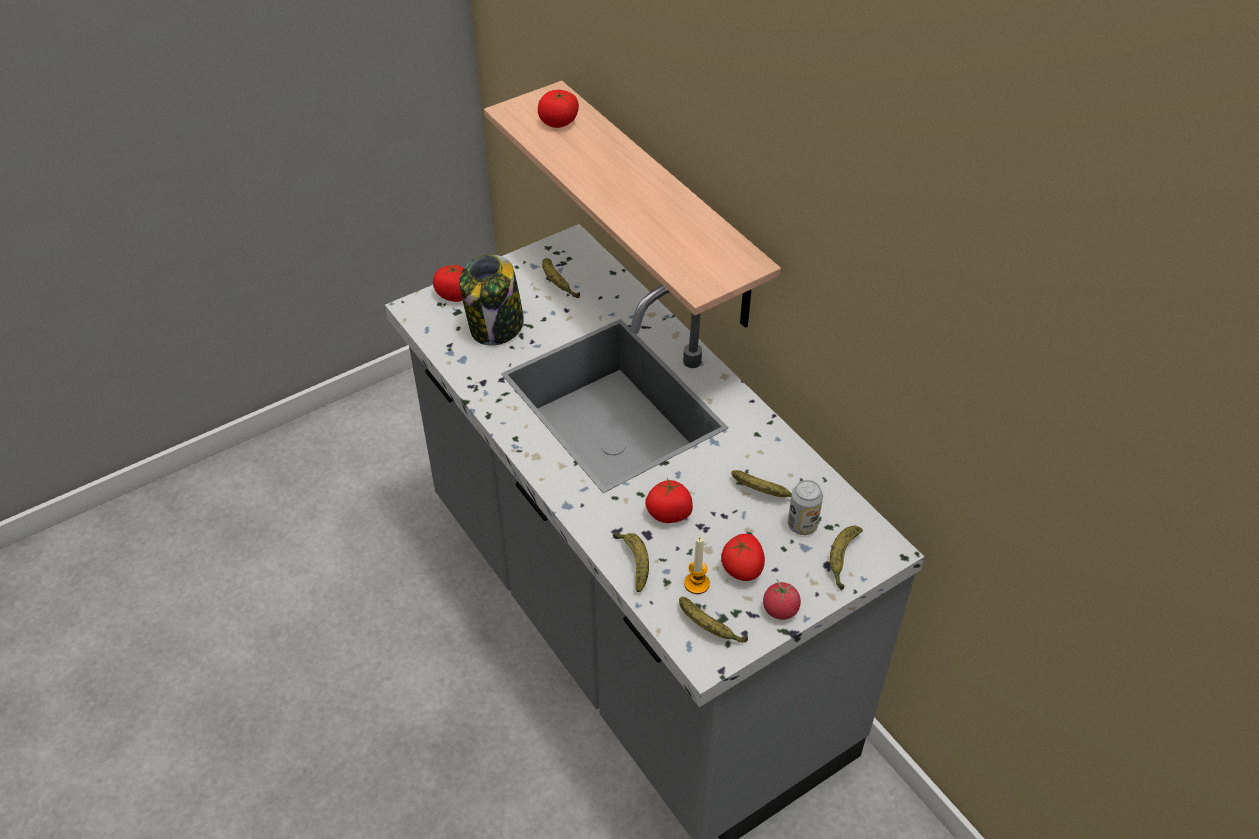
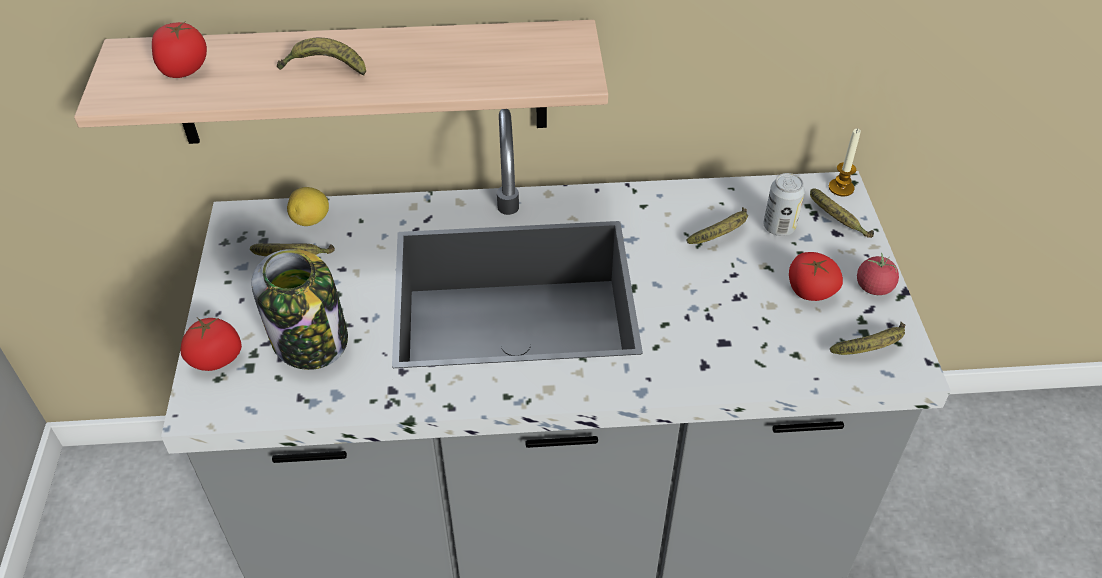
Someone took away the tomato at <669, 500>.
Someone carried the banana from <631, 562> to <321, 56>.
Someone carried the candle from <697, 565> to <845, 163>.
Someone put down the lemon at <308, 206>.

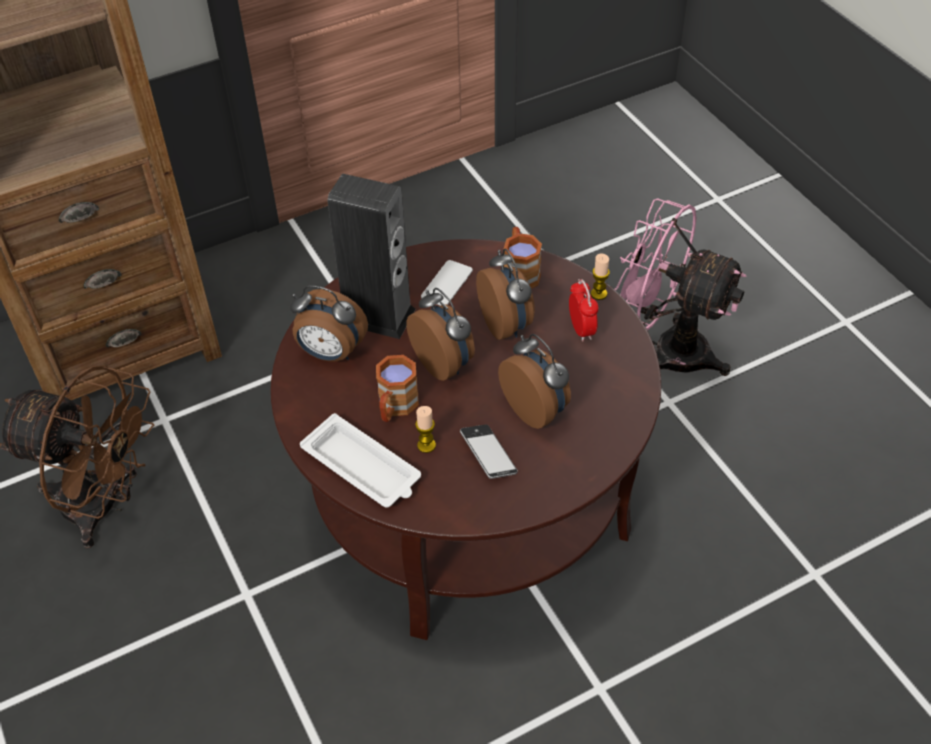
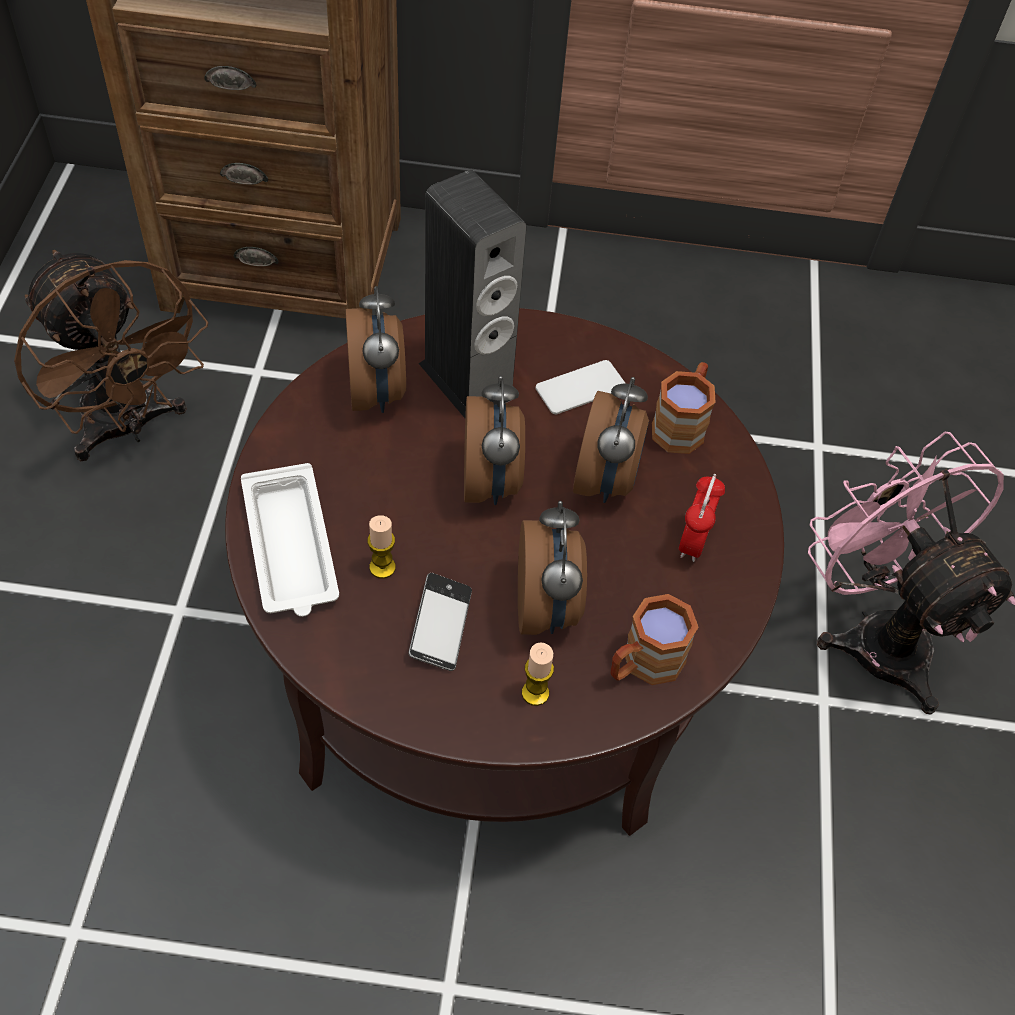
Someone carried the candle from <600, 276> to <538, 674>.
Someone rotated the alarm clock at <329, 323> by 150 degrees counterclockwise.
Someone carried the brown mug from <397, 388> to <654, 639>.

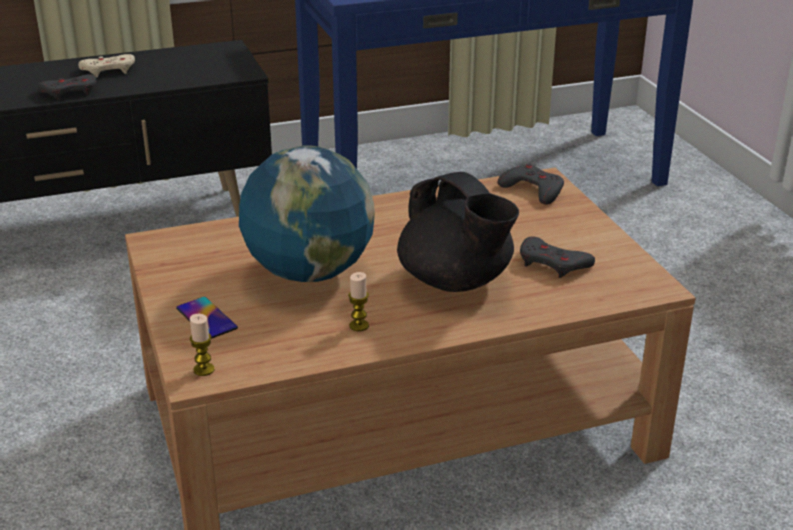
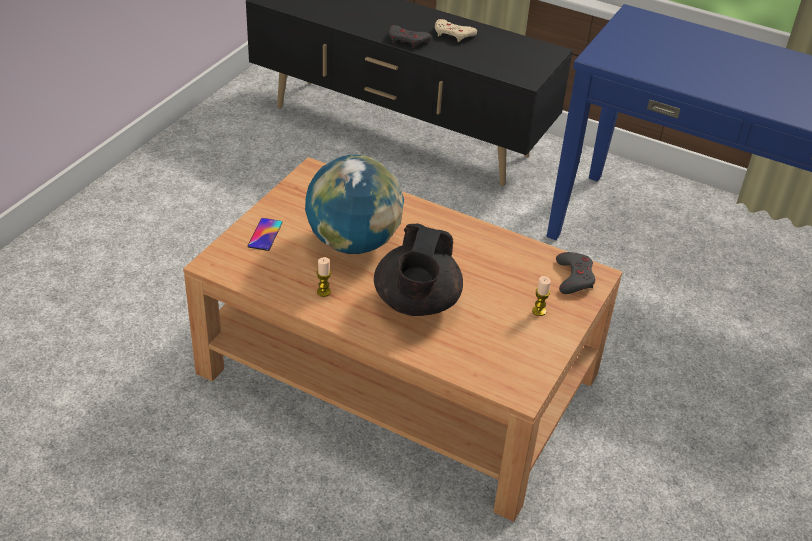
Someone took away the grey game controller at <557, 257>.
Someone carried the candle from <202, 345> to <541, 296>.

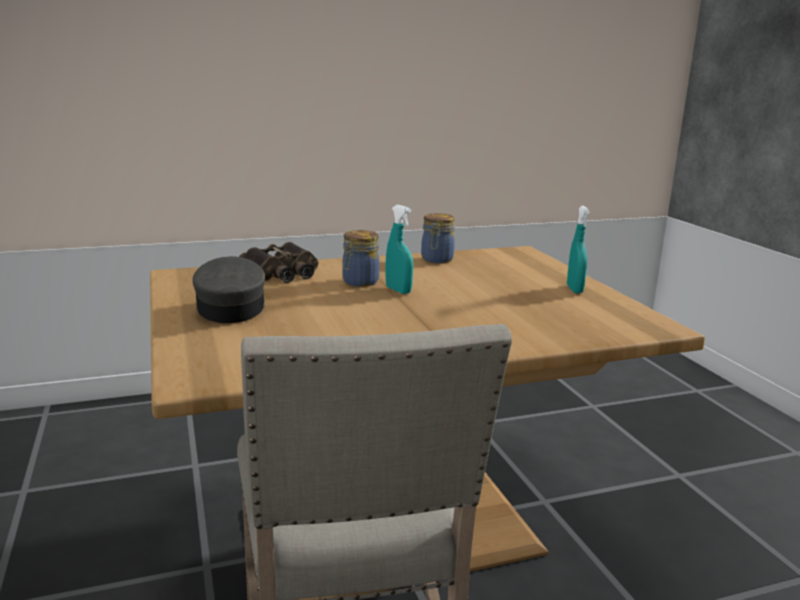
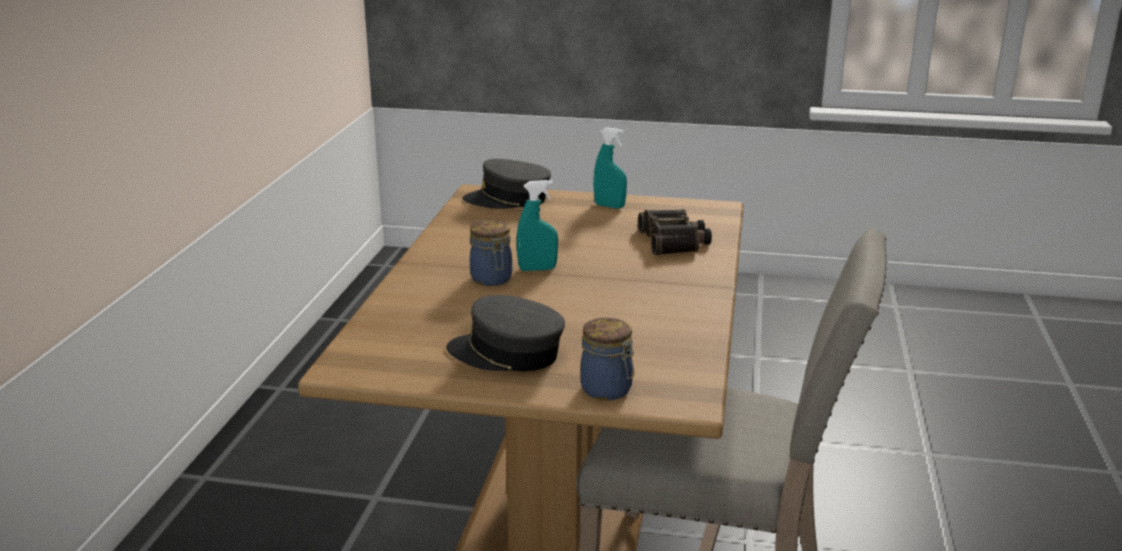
Someone carried the jar from <438, 238> to <607, 359>.
Someone carried the binoculars from <278, 262> to <675, 232>.
Someone put down the grey cap at <507, 184>.

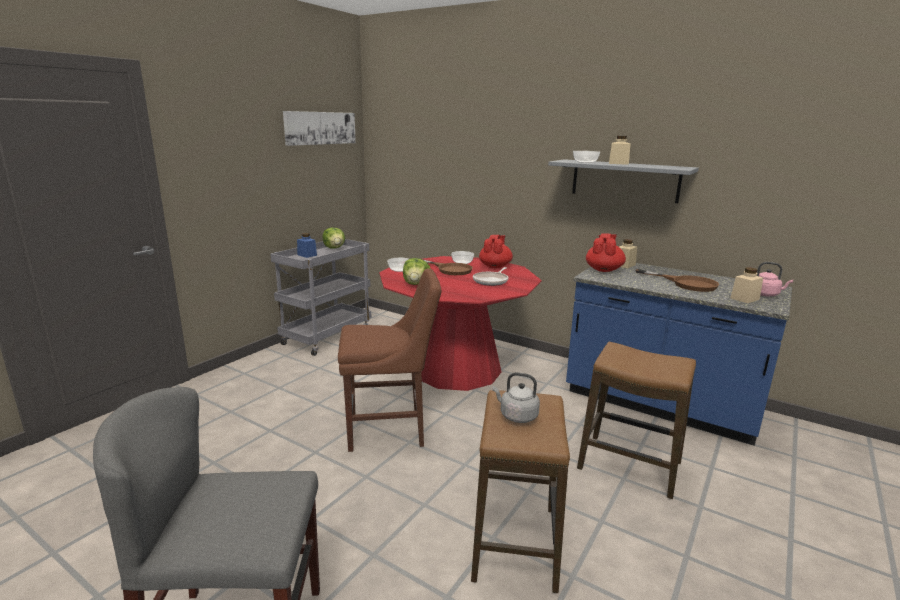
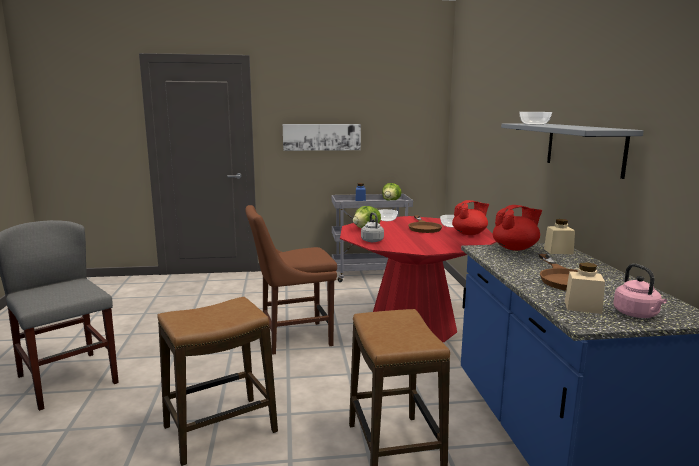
Someone carried the picture from <319, 128> to <322, 137>.
Someone took away the beige jar at <619, 150>.
Someone took away the frying pan at <490, 276>.
Someone rotated the brown chair at <389, 360> by 120 degrees clockwise.
Someone carried the grey kettle from <516, 397> to <372, 227>.

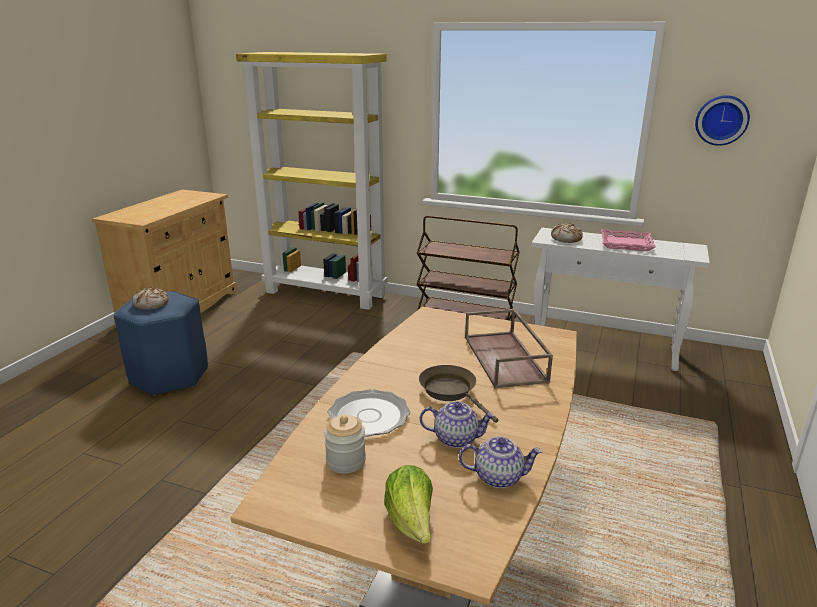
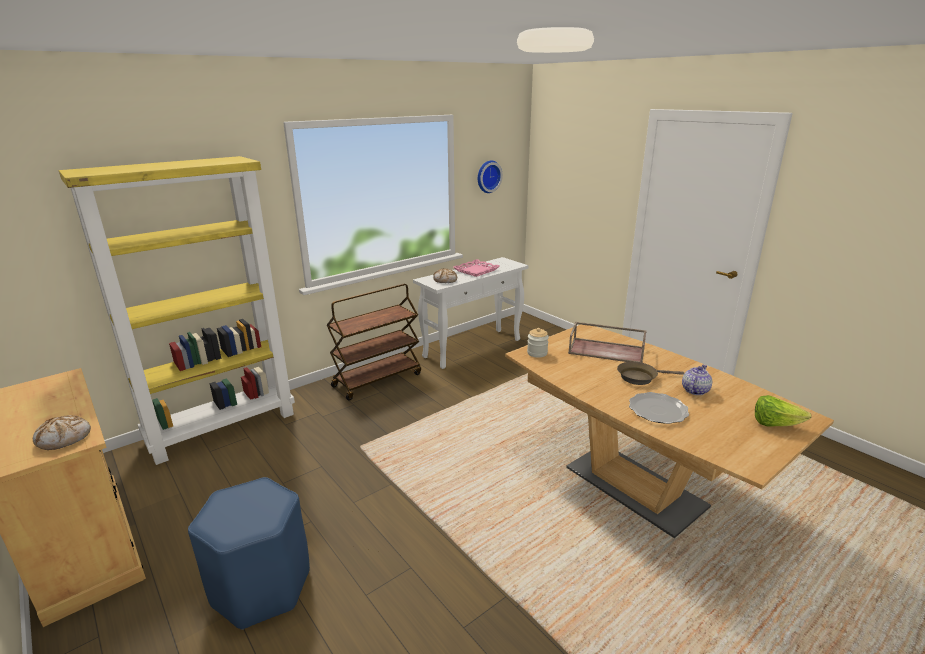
Someone carried the bread from <150, 298> to <62, 432>.
Someone carried the jar from <345, 444> to <538, 343>.
Someone took away the teapot at <500, 462>.

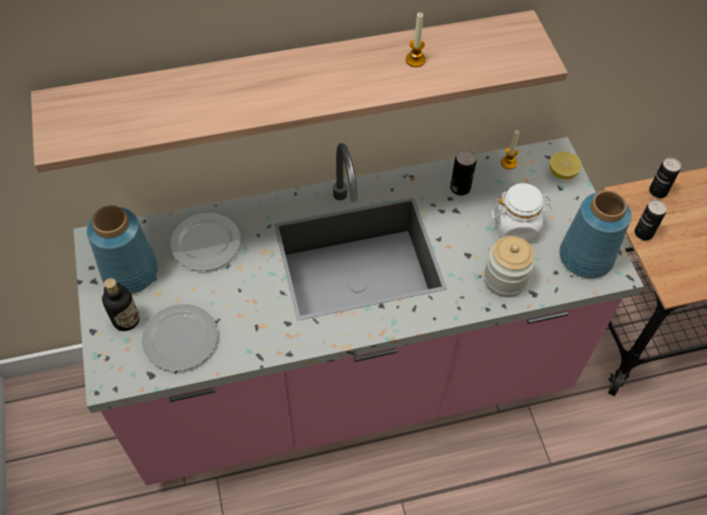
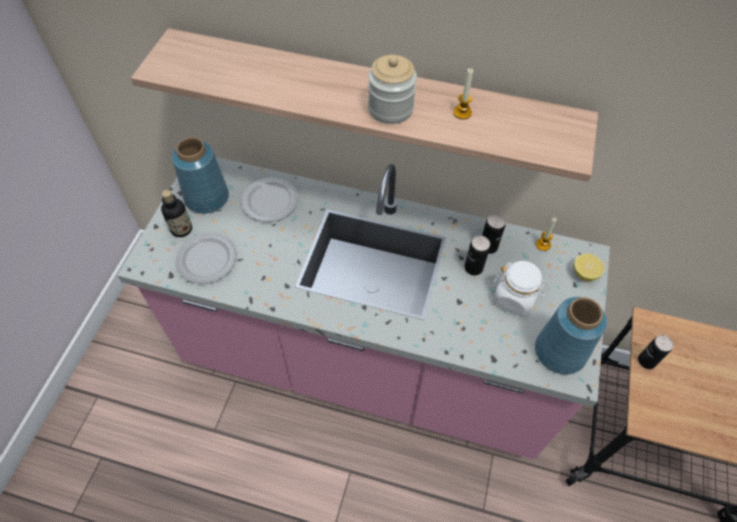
Someone carried the can from <665, 178> to <477, 255>.
Someone carried the jar from <509, 266> to <392, 89>.

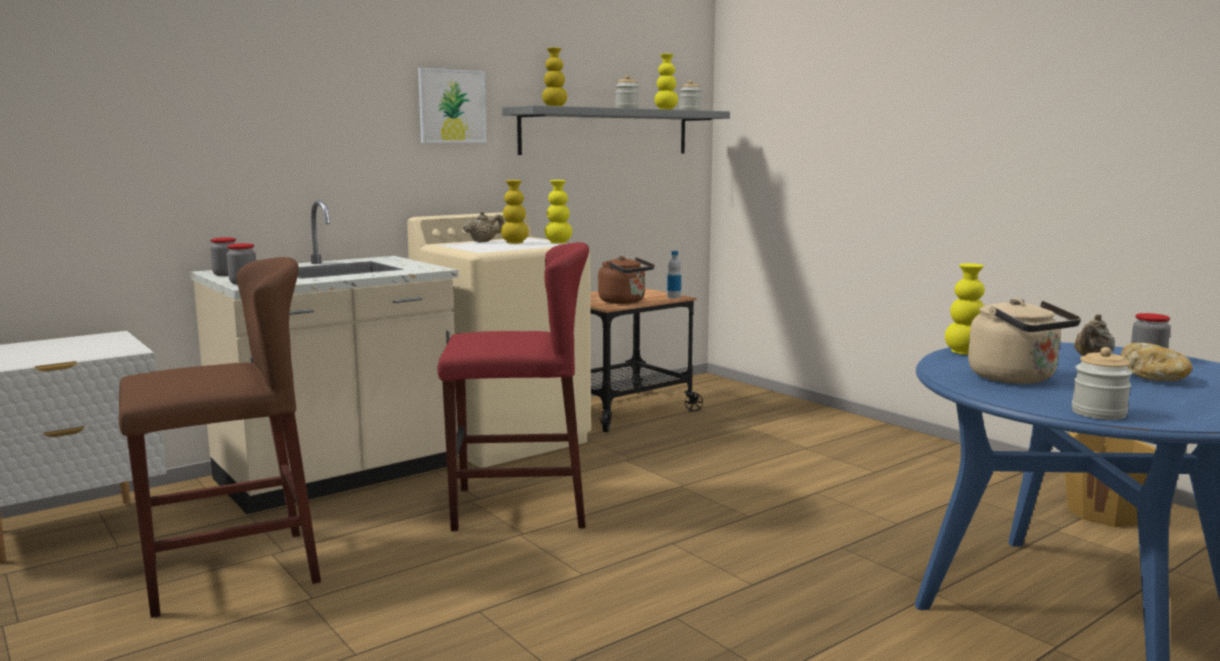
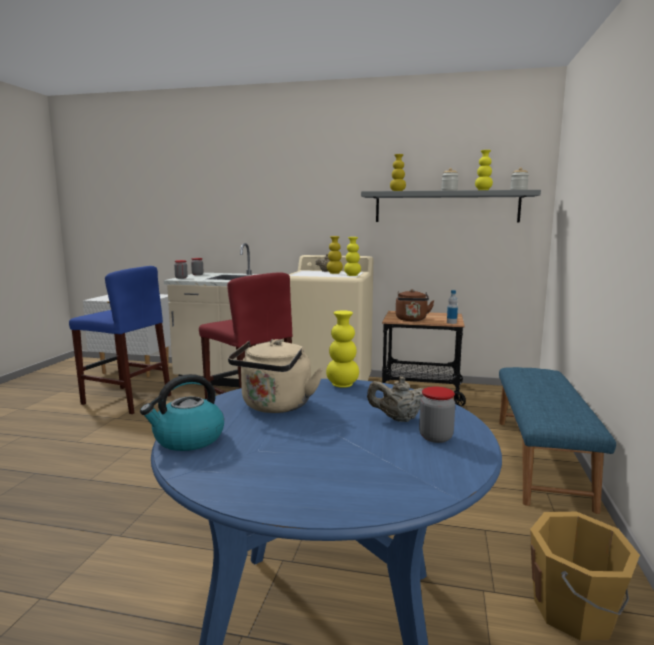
Someone took away the picture at <452, 105>.
Someone repainted the brown stool at <220, 437>, which became the blue stool at <120, 340>.
Someone took away the bread at <1156, 362>.
Someone swapped the jar at <1102, 383> for the kettle at <182, 412>.
Someone put down the blue bench at <557, 440>.

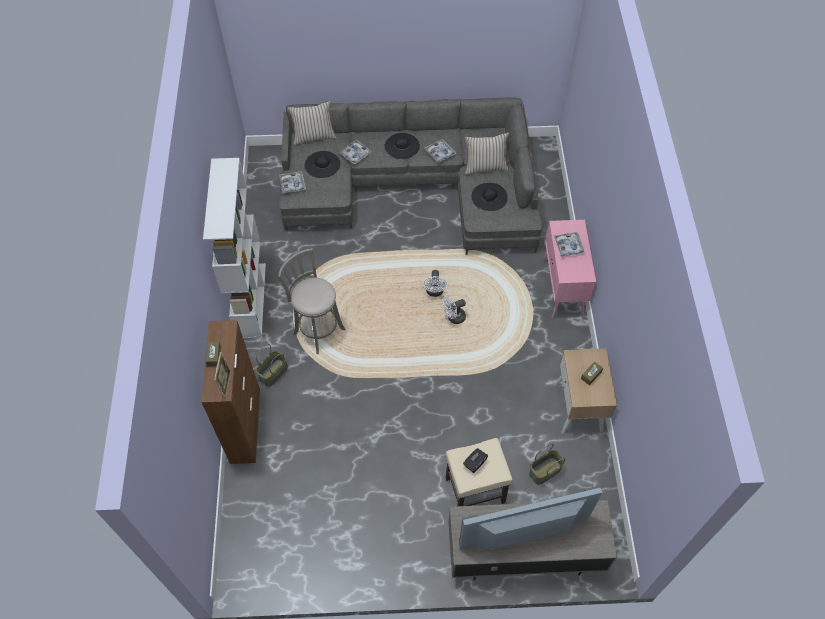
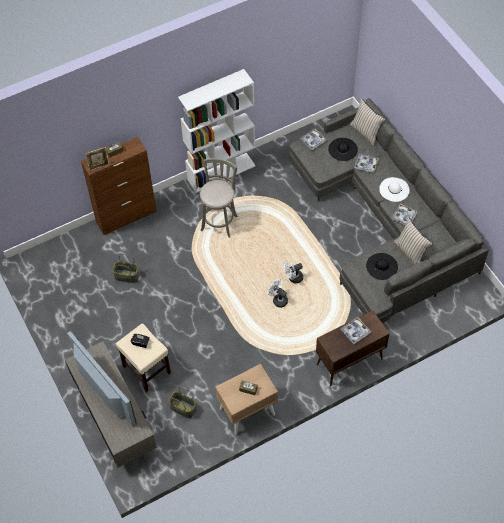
Someone repainted the black hat at <402, 146>, which became the white hat at <394, 189>.
Someone repainted the pink cabinet at <569, 269>, which became the brown cabinet at <353, 348>.
Someone carried the basket from <272, 365> to <125, 268>.

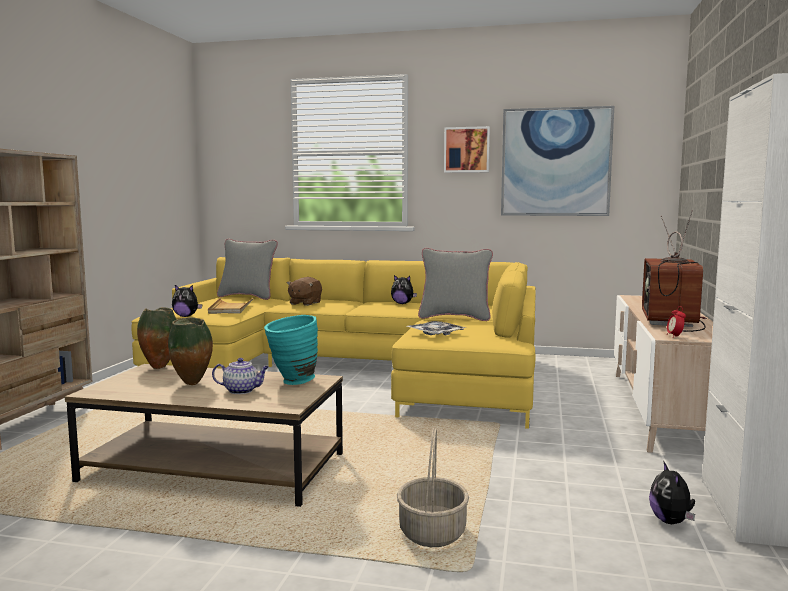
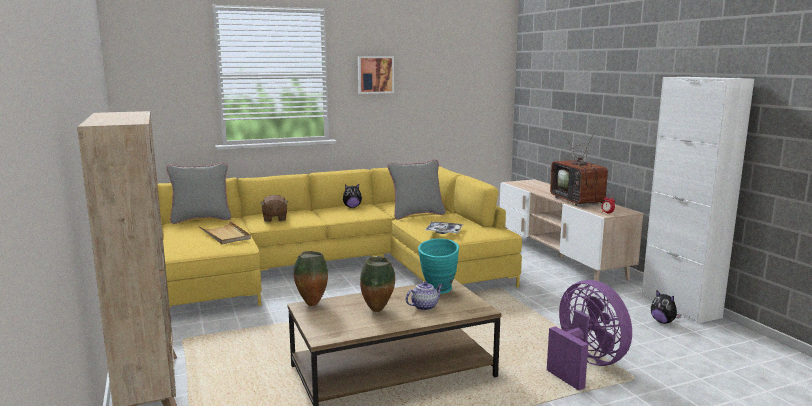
Someone took away the picture at <557, 161>.
Someone took away the plush toy at <187, 301>.
Someone swapped the basket at <433, 487> for the purple fan at <589, 335>.

